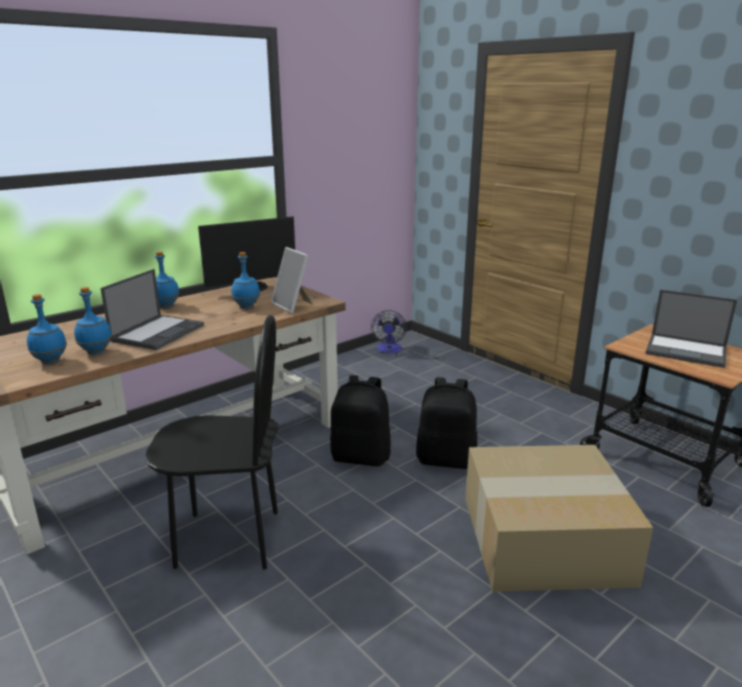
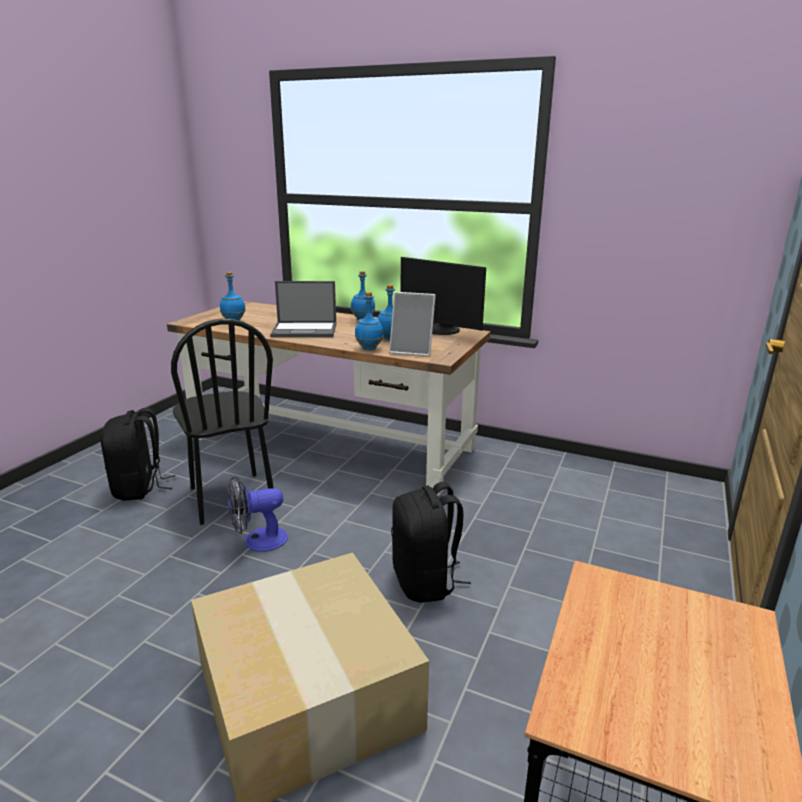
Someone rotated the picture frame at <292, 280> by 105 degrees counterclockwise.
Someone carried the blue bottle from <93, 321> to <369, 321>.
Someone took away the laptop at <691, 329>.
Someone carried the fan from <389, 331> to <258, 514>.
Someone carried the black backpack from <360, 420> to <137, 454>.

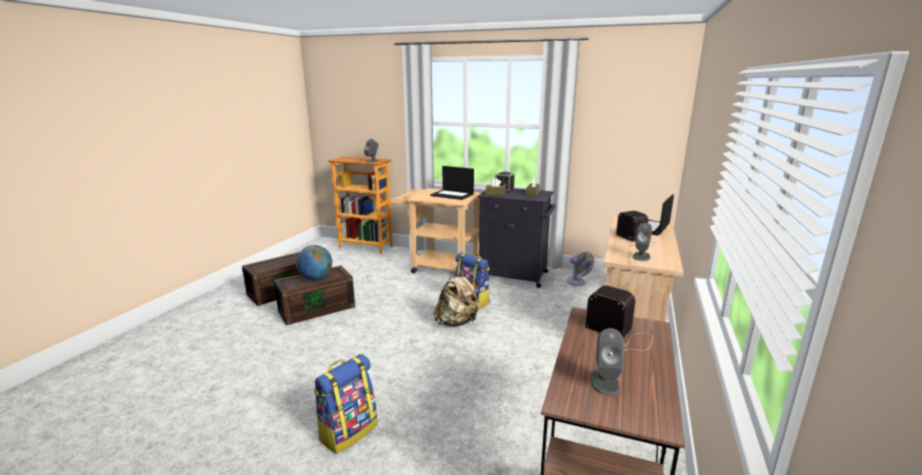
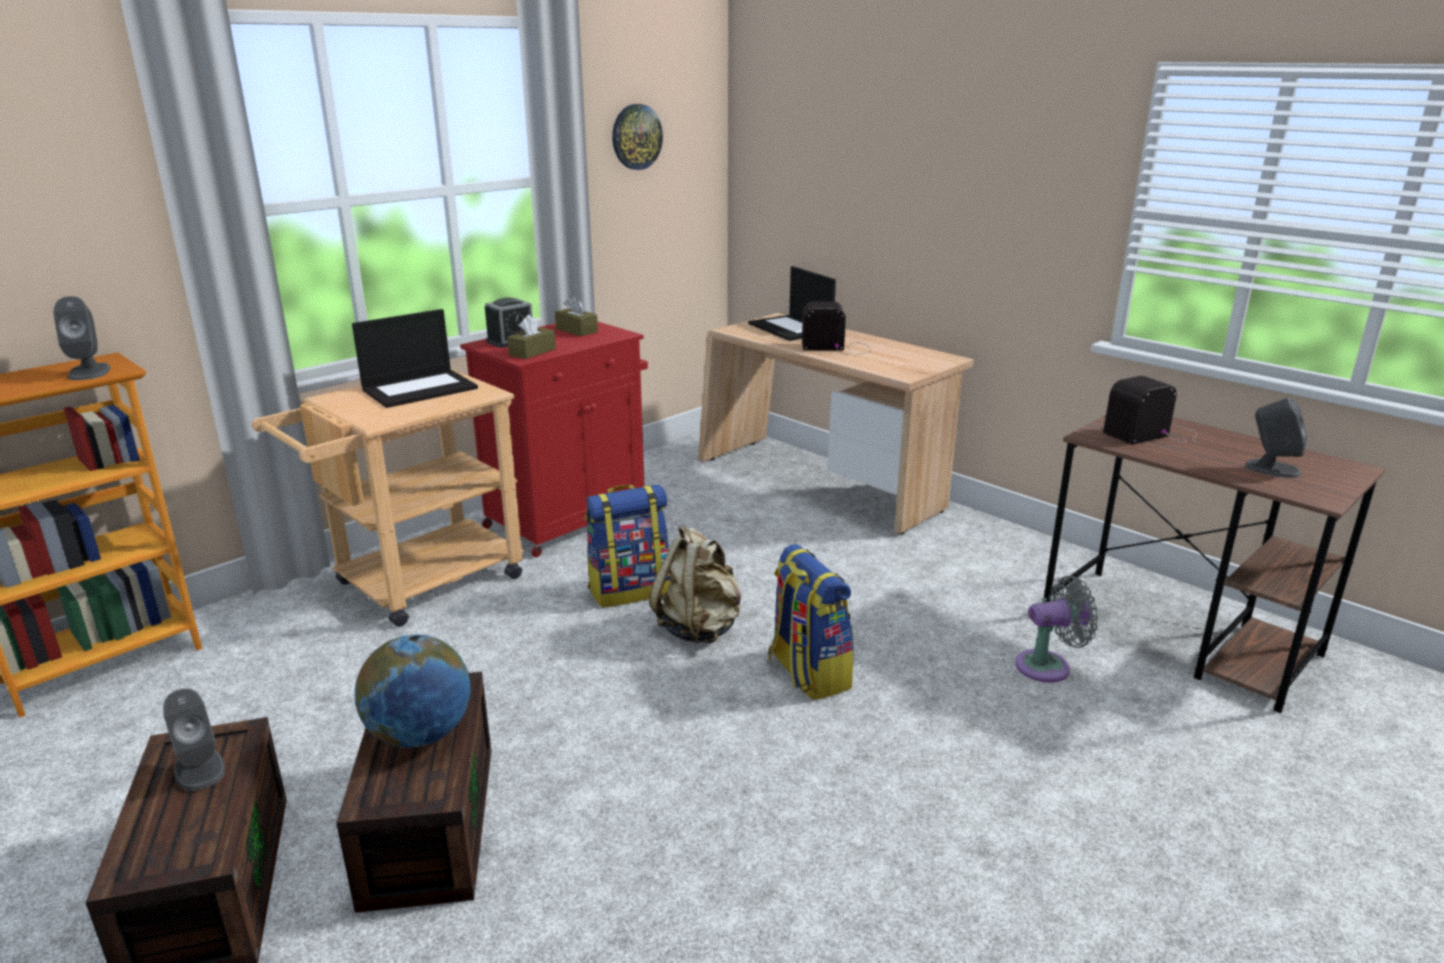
Someone repainted the black cabinet at <516, 238>, which became the red cabinet at <554, 439>.
Someone carried the grey speaker from <642, 242> to <194, 739>.
Someone carried the grey fan from <580, 269> to <1056, 629>.
Someone carried the backpack from <345, 404> to <811, 622>.
Someone put up the wall clock at <637, 137>.

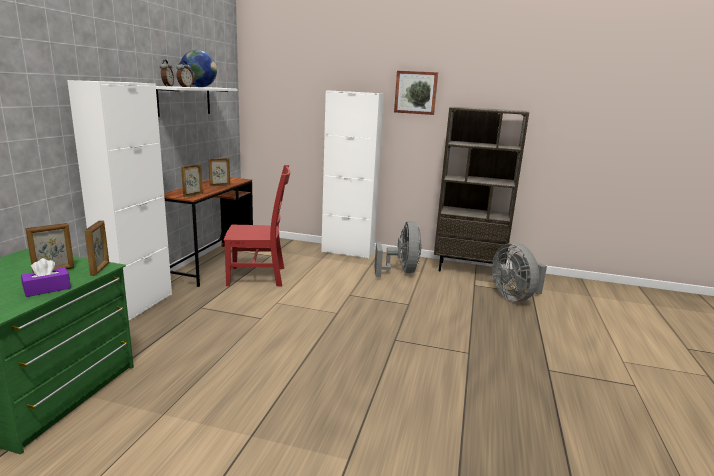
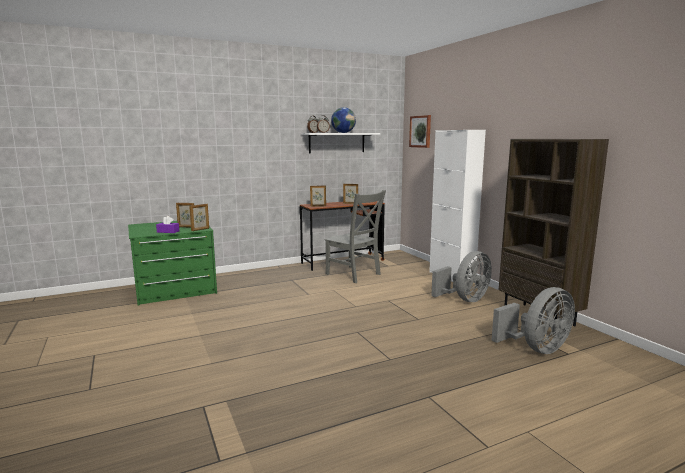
Someone carried the picture from <416, 93> to <420, 131>.
Someone took away the white cabinet at <119, 200>.
Someone repainted the red chair at <257, 226>, which became the grey chair at <355, 236>.
Someone rotated the grey fan at <519, 272> by 150 degrees counterclockwise.

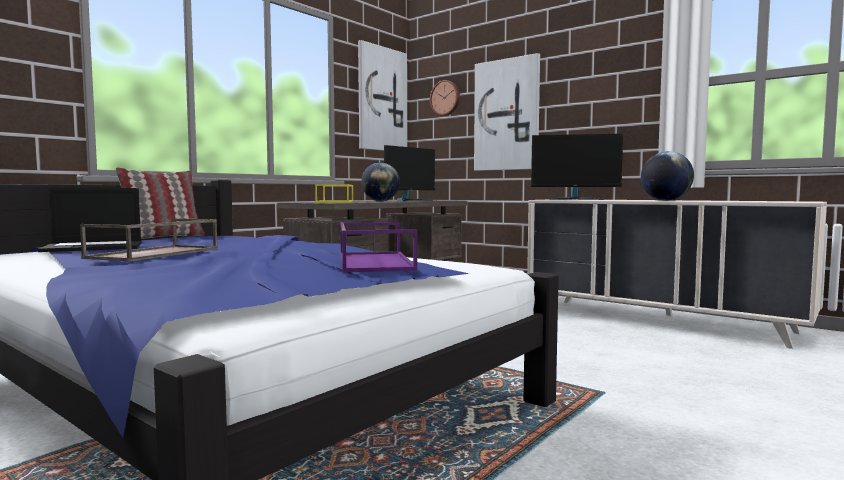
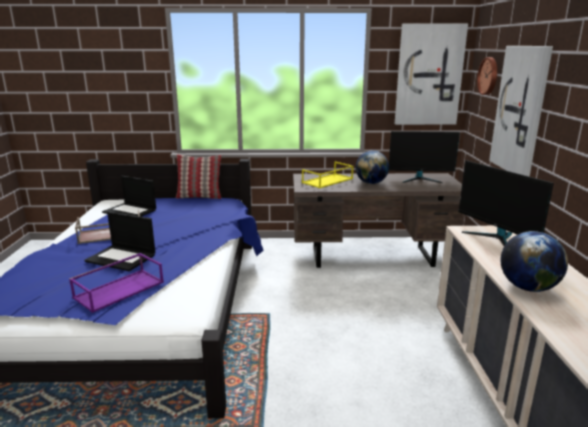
Someone put down the laptop at <119, 241>.

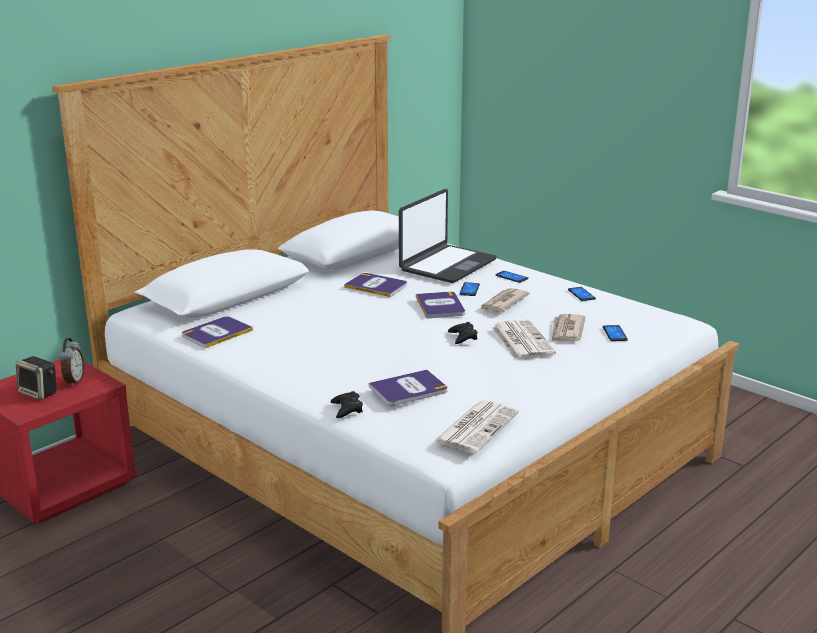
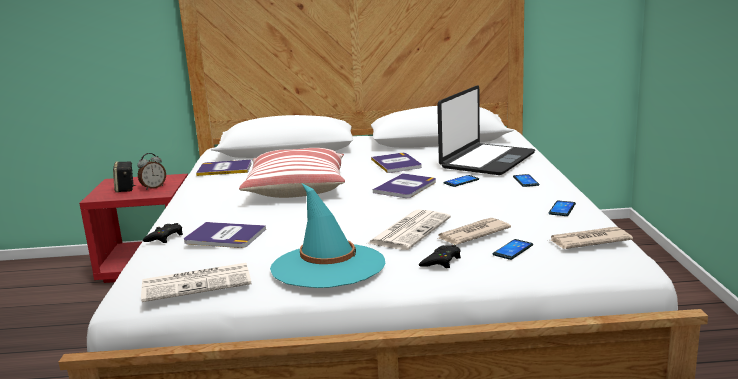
Someone rotated the laptop at <448, 236> by 45 degrees counterclockwise.
Someone carried the newspaper from <505, 300> to <591, 238>.
Someone carried the black game controller from <463, 333> to <440, 256>.
Someone put down the pillow at <292, 173>.
Someone put down the turquoise hat at <327, 236>.

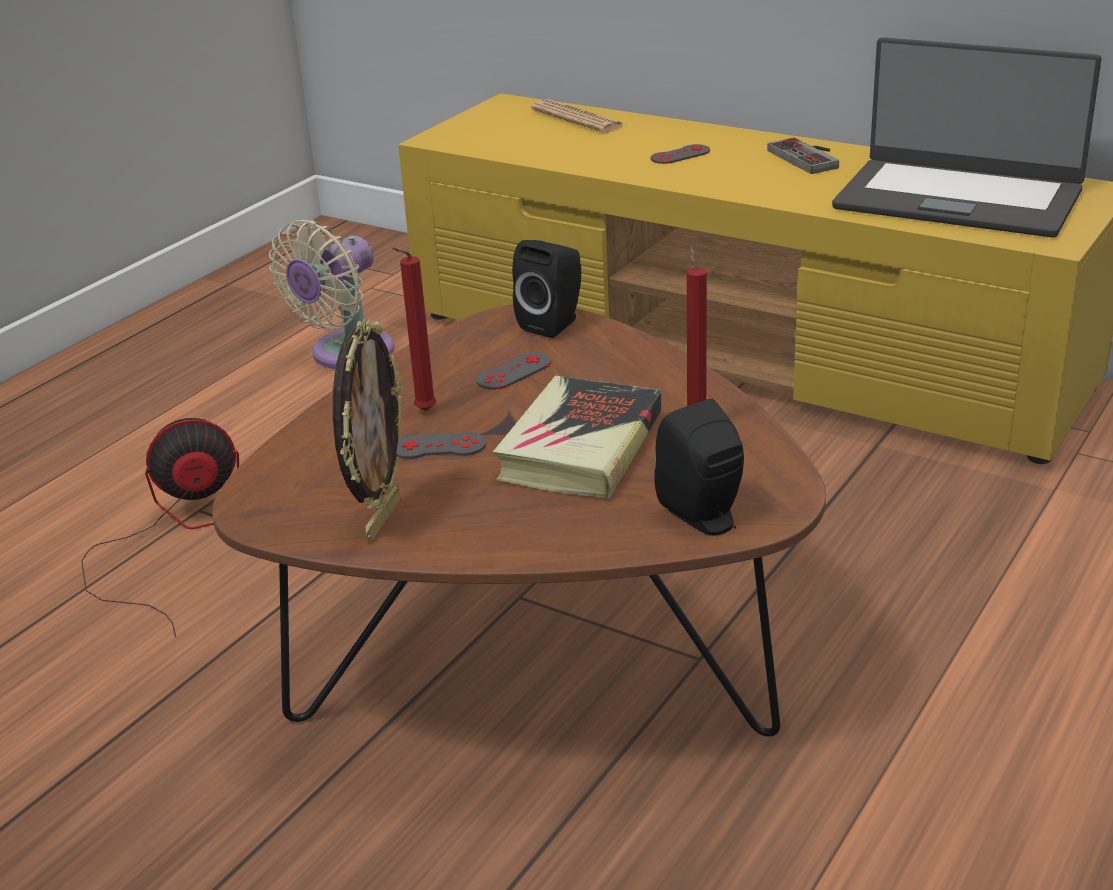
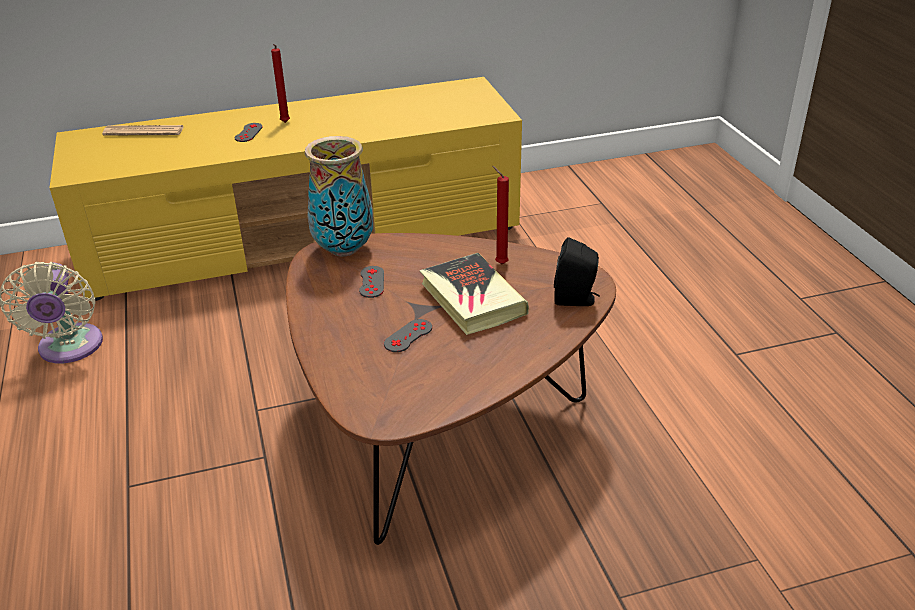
Someone took away the laptop at <967, 137>.
Someone took away the game controller at <803, 156>.
Someone swapped the black speaker at <546, 289> for the vase at <338, 196>.
Someone carried the red candle from <414, 329> to <280, 83>.
Someone took away the picture frame at <368, 429>.
Someone took away the fan at <160, 527>.

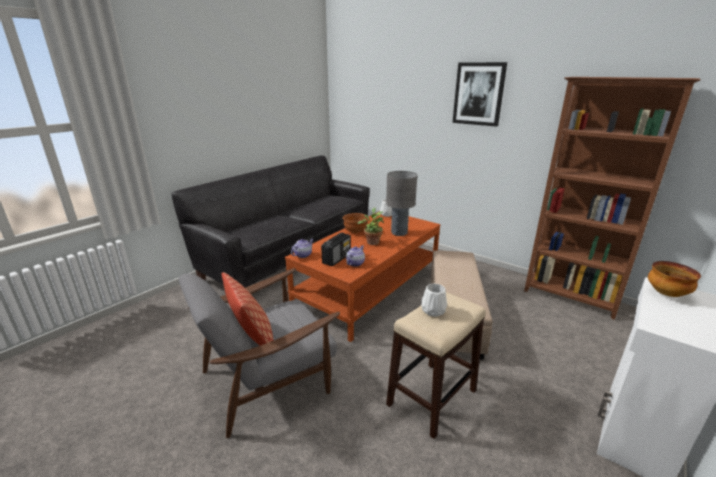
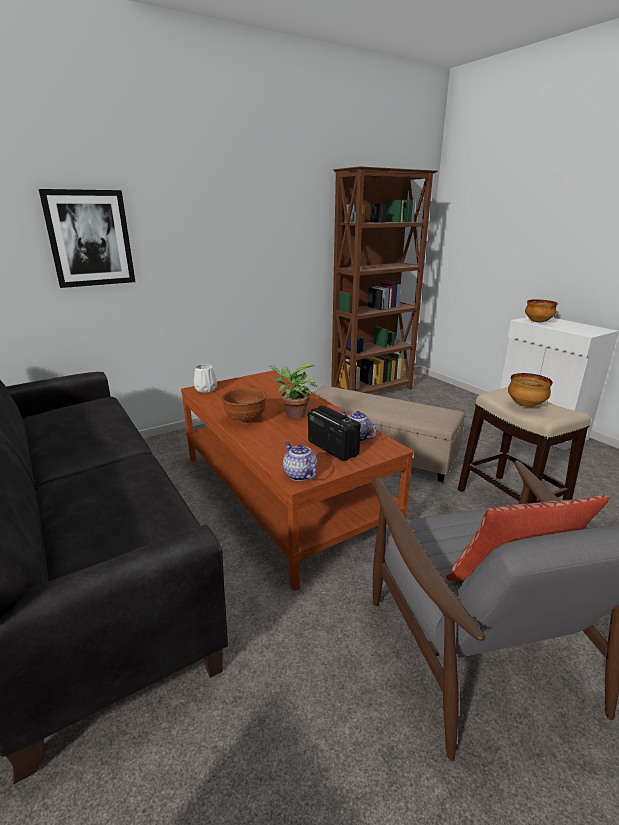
Someone carried the picture from <479, 94> to <87, 238>.
Someone took away the grey table lamp at <401, 203>.
Someone swapped the white vase at <434, 300> for the bowl at <530, 390>.

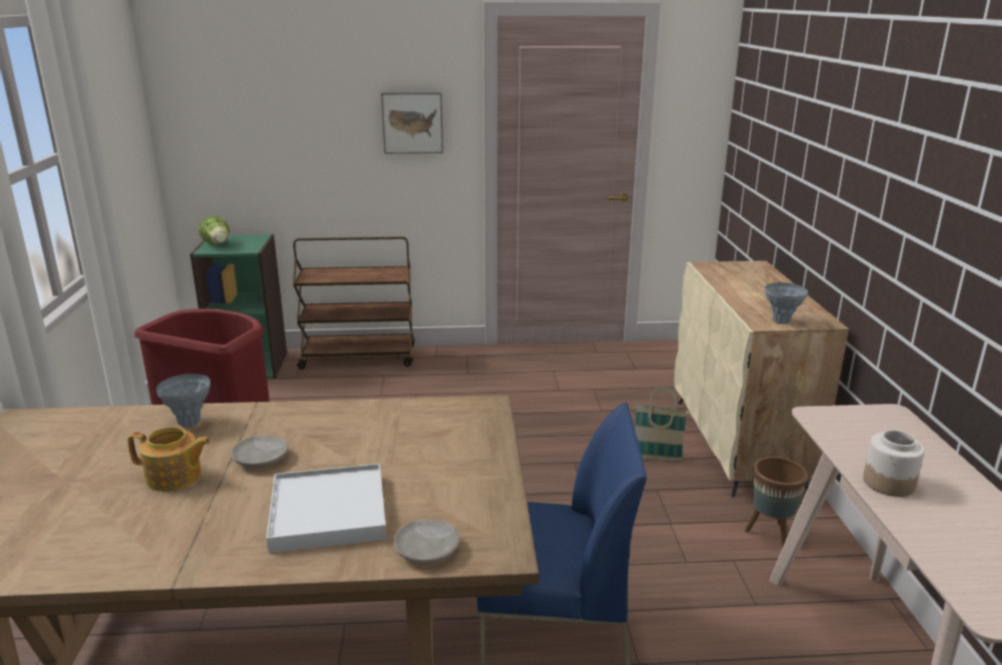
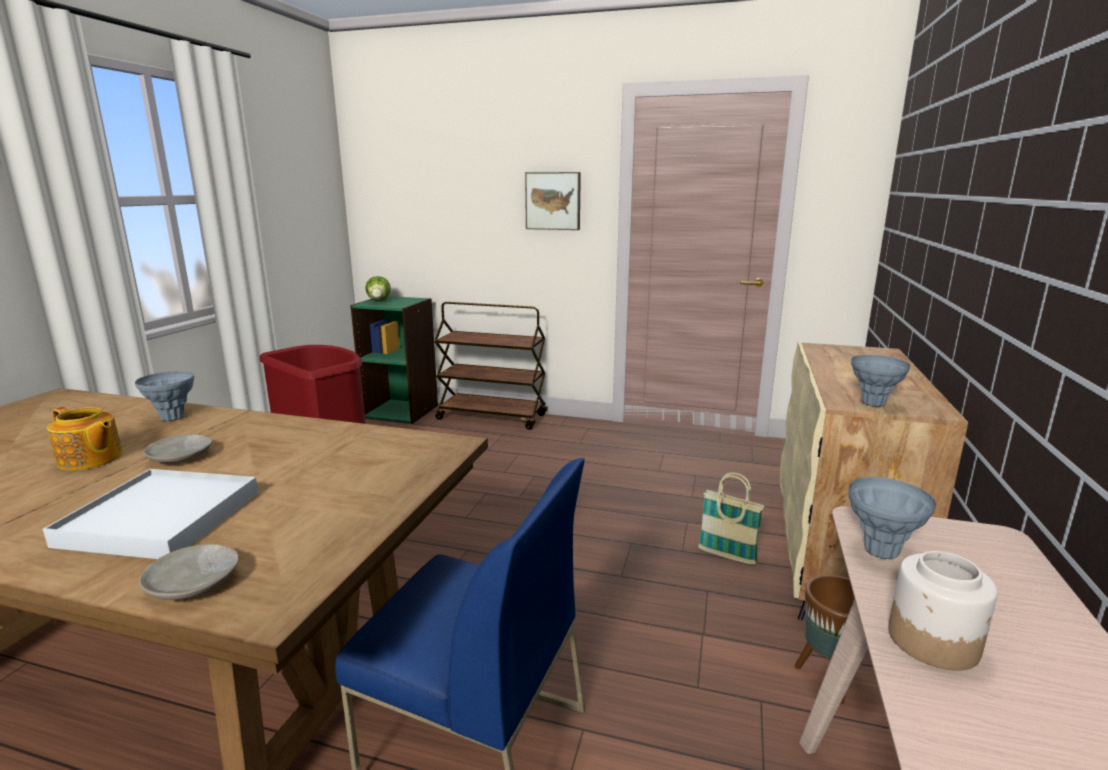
Someone put down the grey vase at <892, 518>.

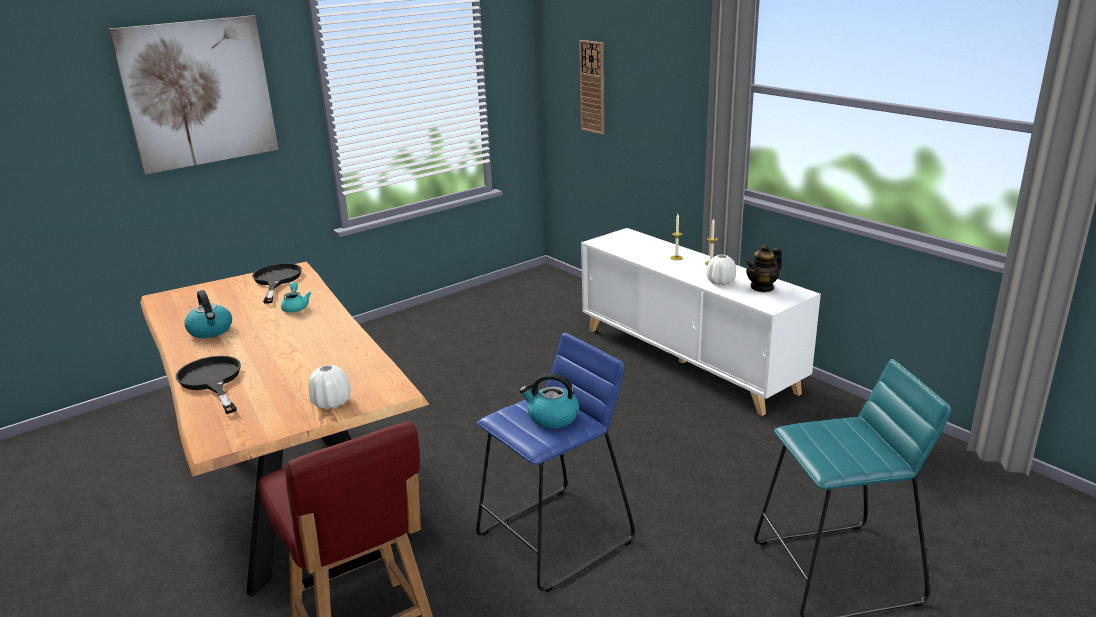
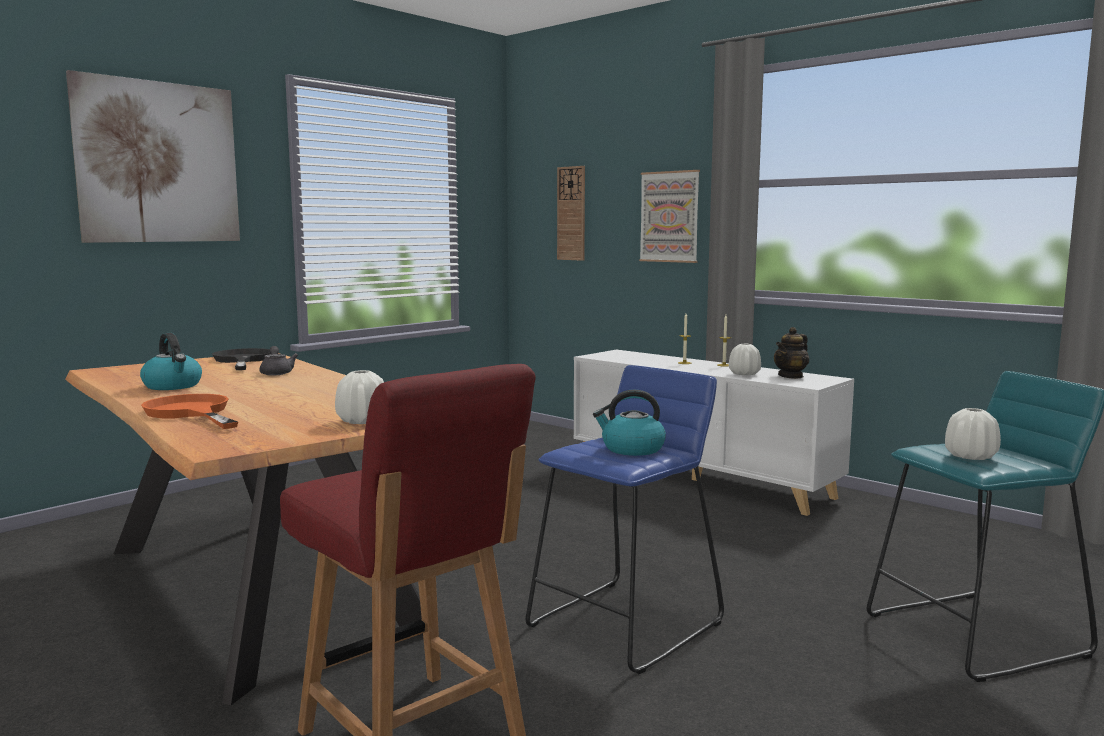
Someone repainted the turquoise teapot at <296, 297>, which became the grey teapot at <279, 361>.
Someone repainted the black frying pan at <208, 385>, which became the orange frying pan at <189, 411>.
Someone put up the picture at <669, 216>.
Someone put down the white vase at <973, 434>.

